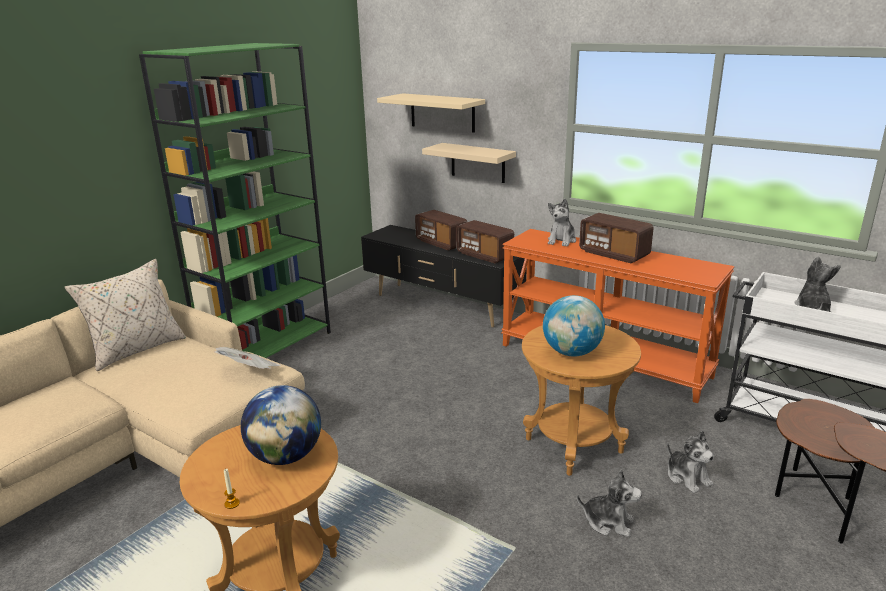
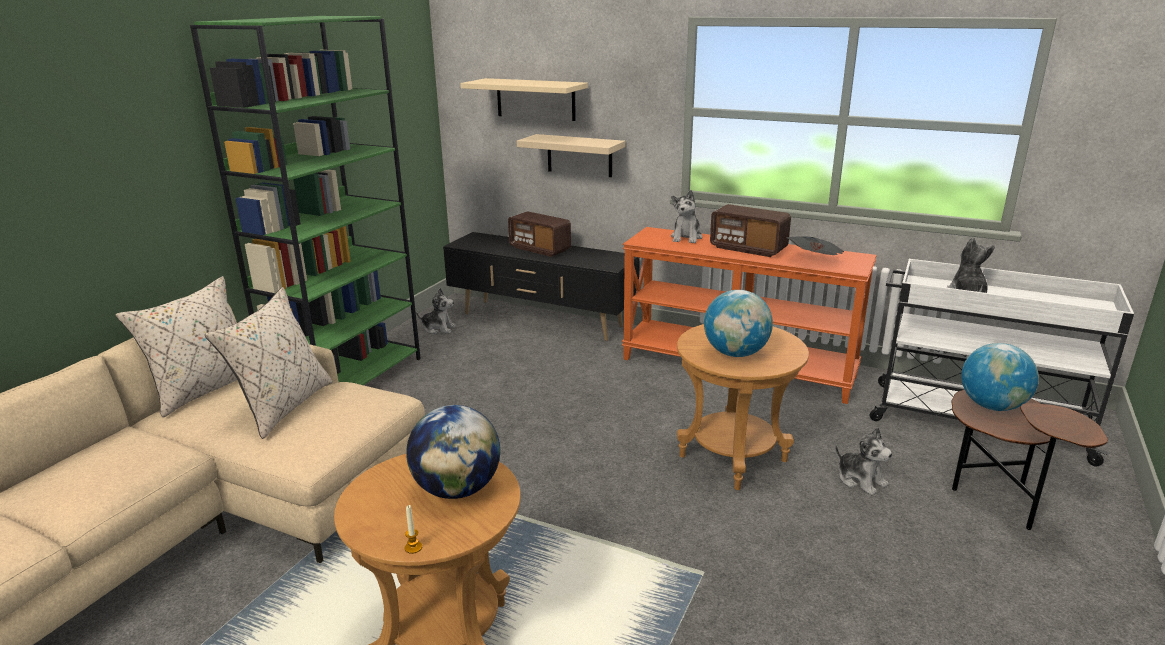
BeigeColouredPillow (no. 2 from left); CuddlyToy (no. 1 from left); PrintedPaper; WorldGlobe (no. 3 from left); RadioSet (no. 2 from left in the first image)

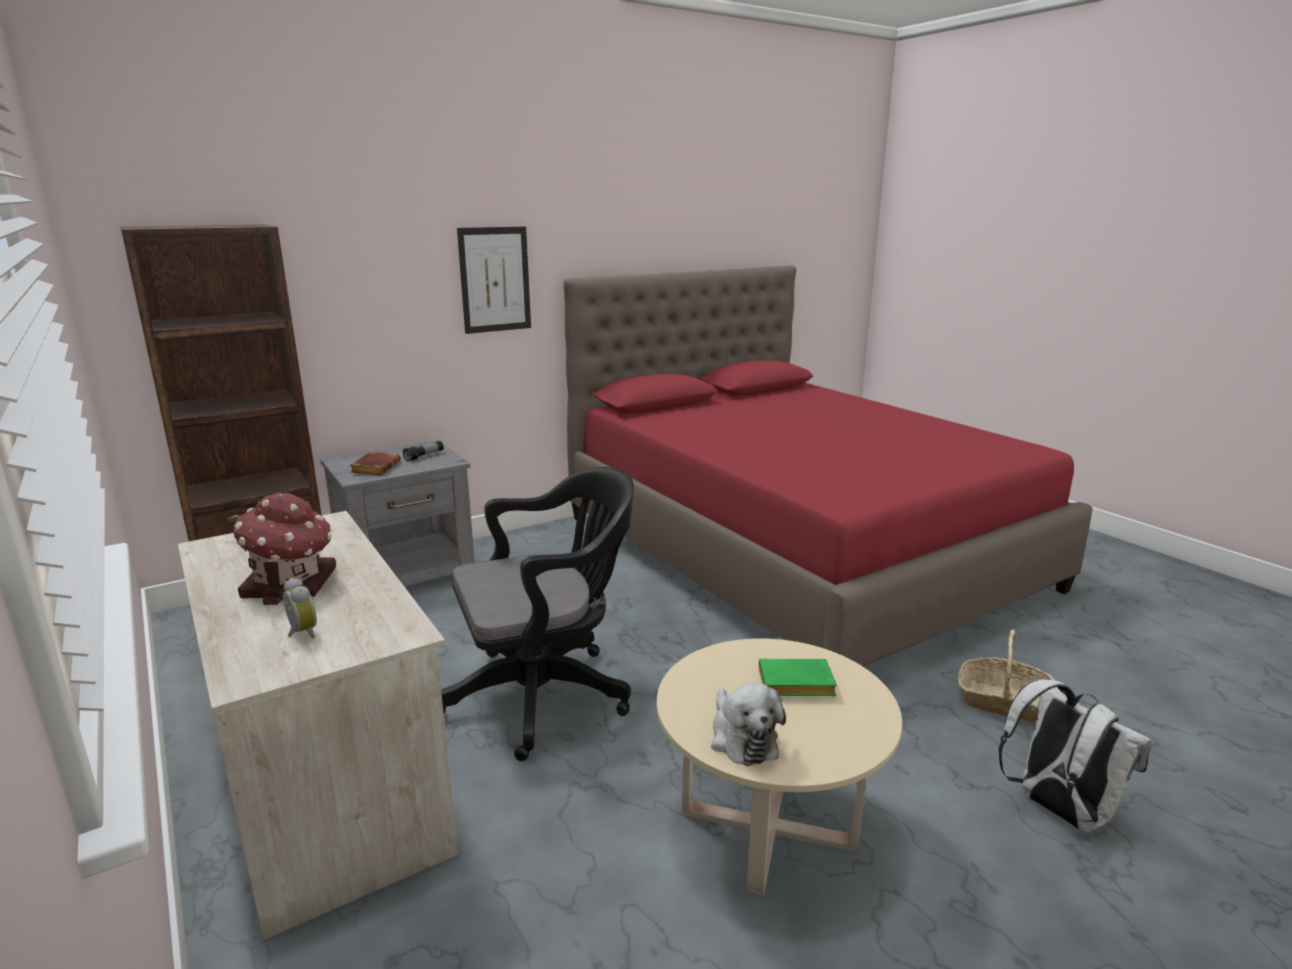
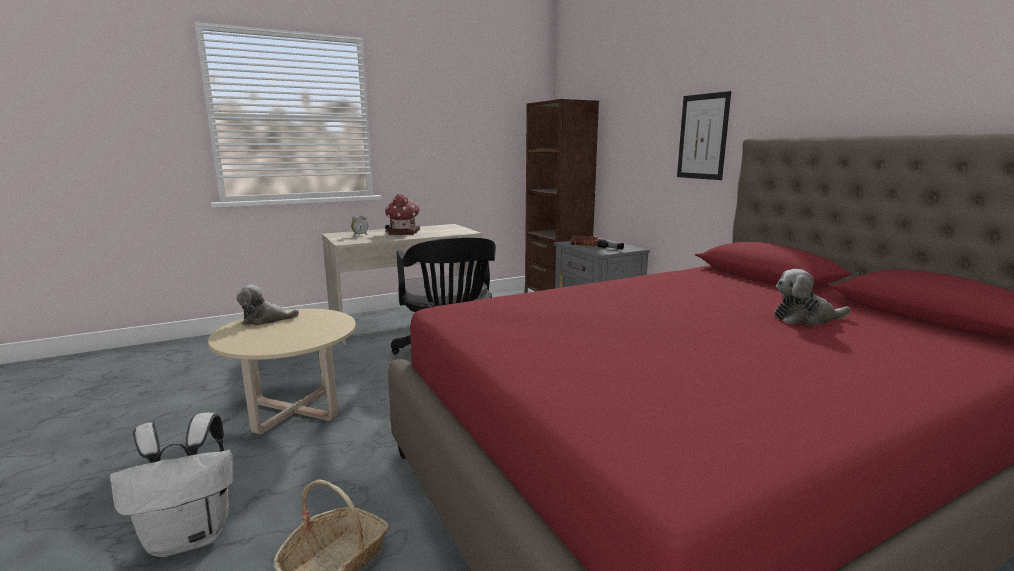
CuddlyToy (no. 2 from left); GreenBoundBook

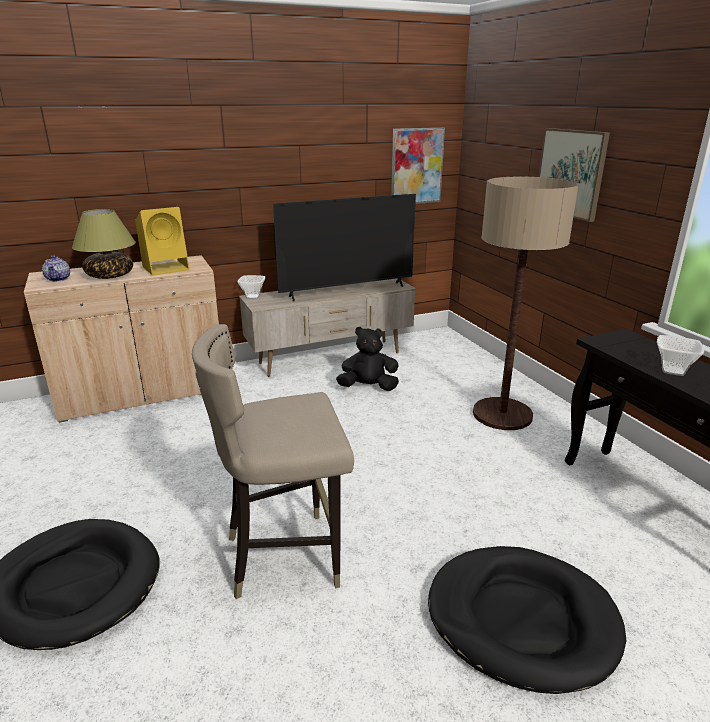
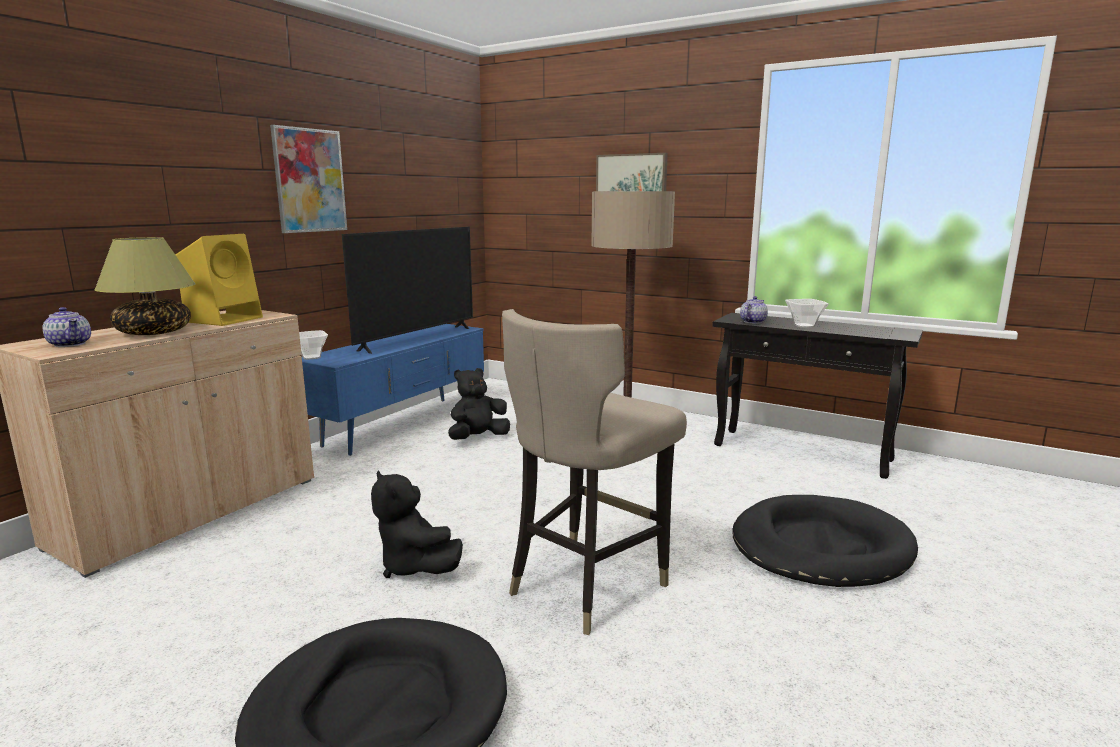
WallPicture (no. 1 from left); BlueColouredTvUnit; BlackishCuddlyToy (no. 1 from left); TeaPot (no. 2 from left)

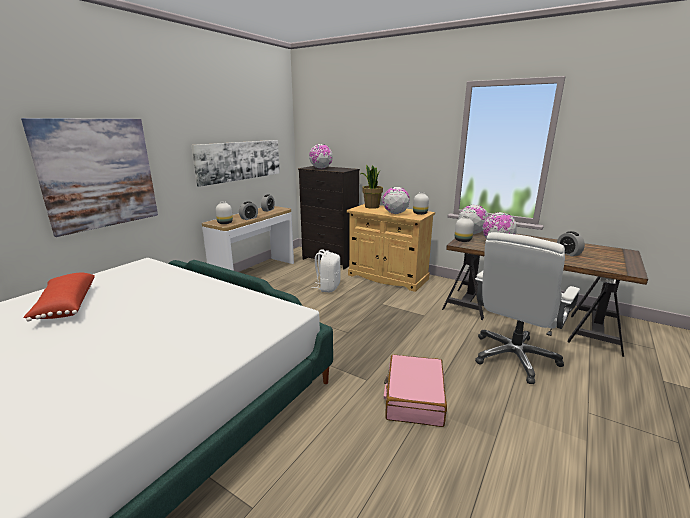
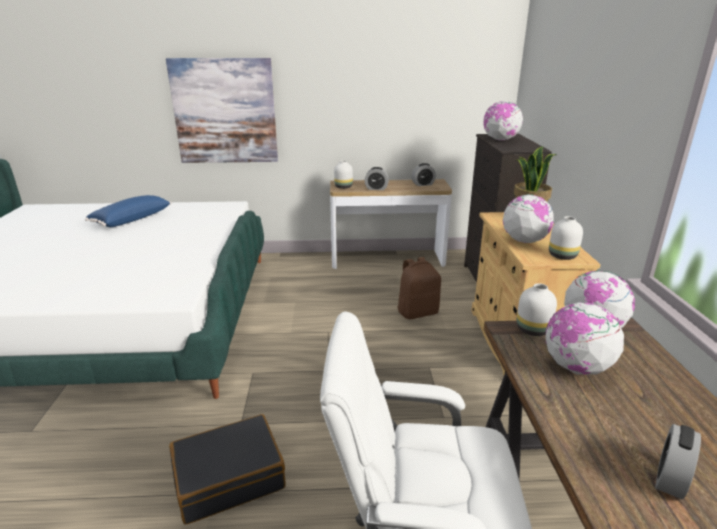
BlueColouredPillow; BlackishPieceOfLuggage; BrownishBackpack; WallPicture (no. 2 from left in the first image)

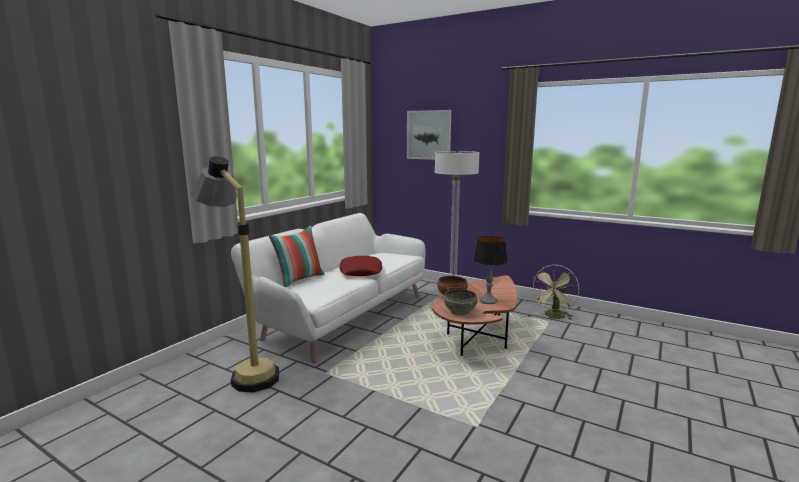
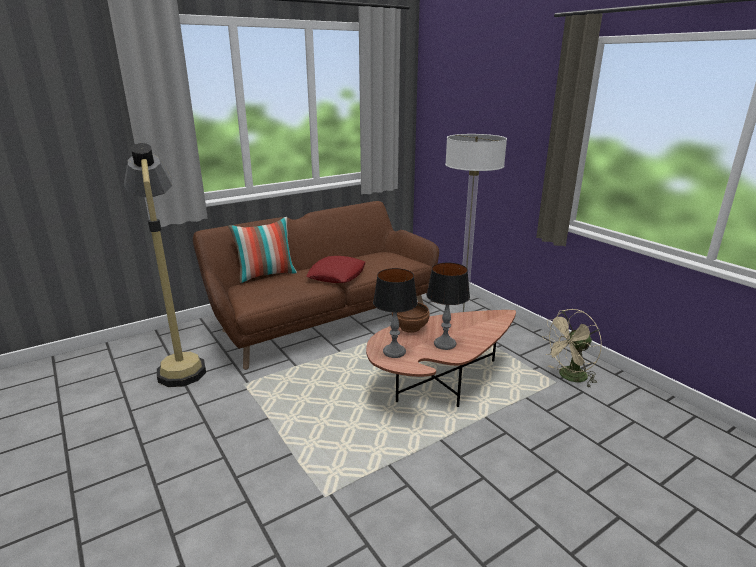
BrownishSofa; TabletopLamp (no. 1 from left); WallPicture

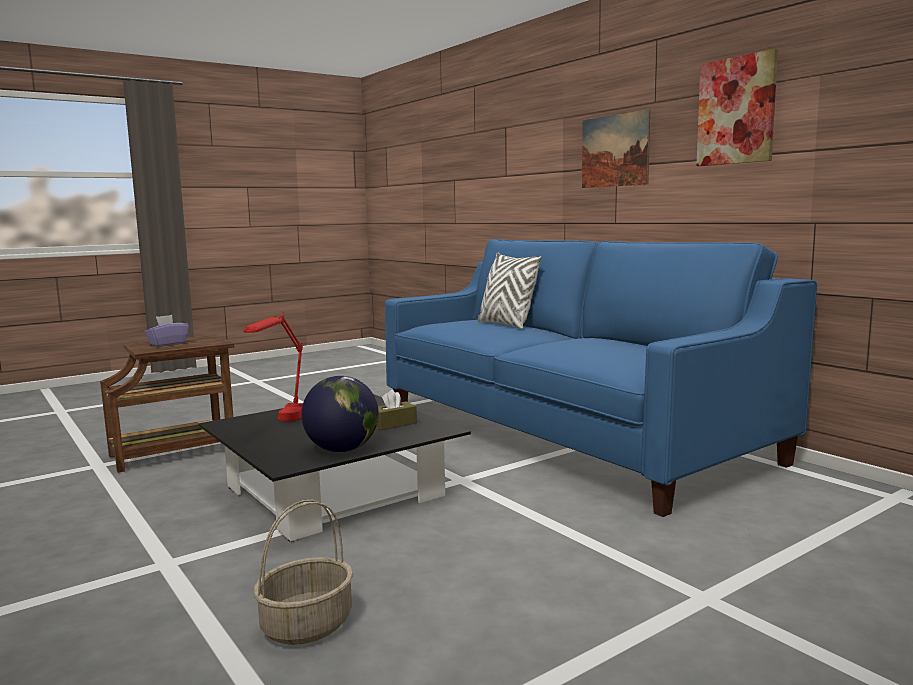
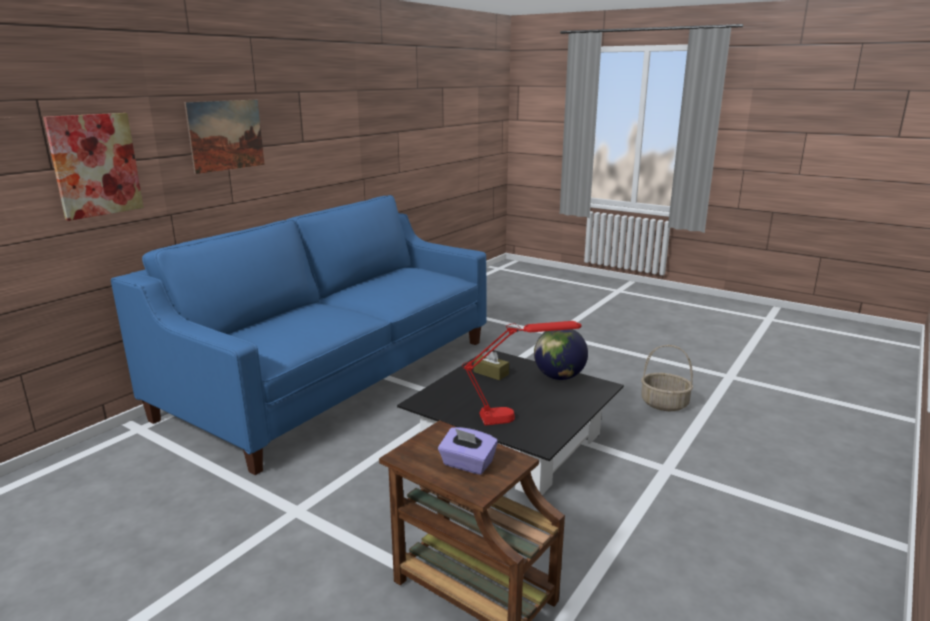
WallPicture (no. 1 from left); WhiteColouredPillow

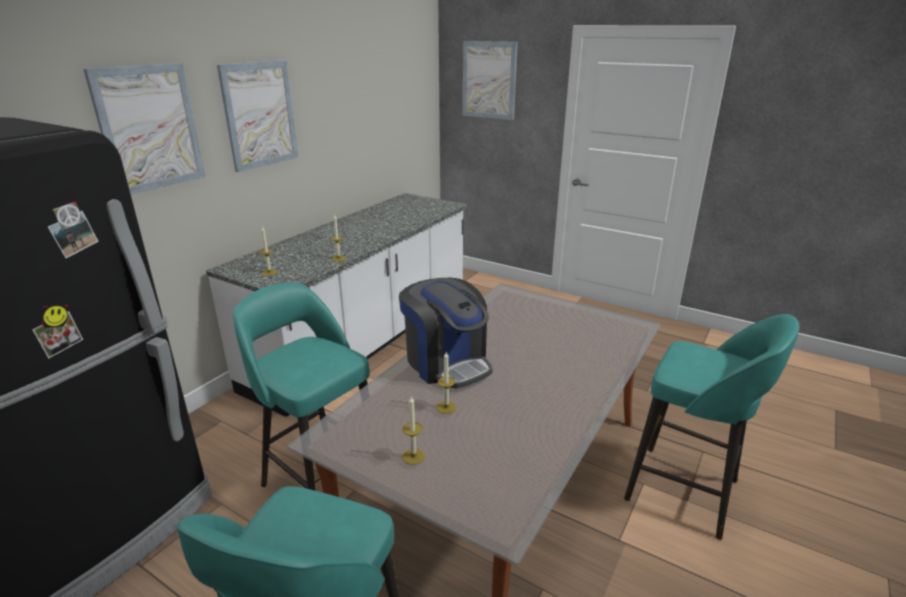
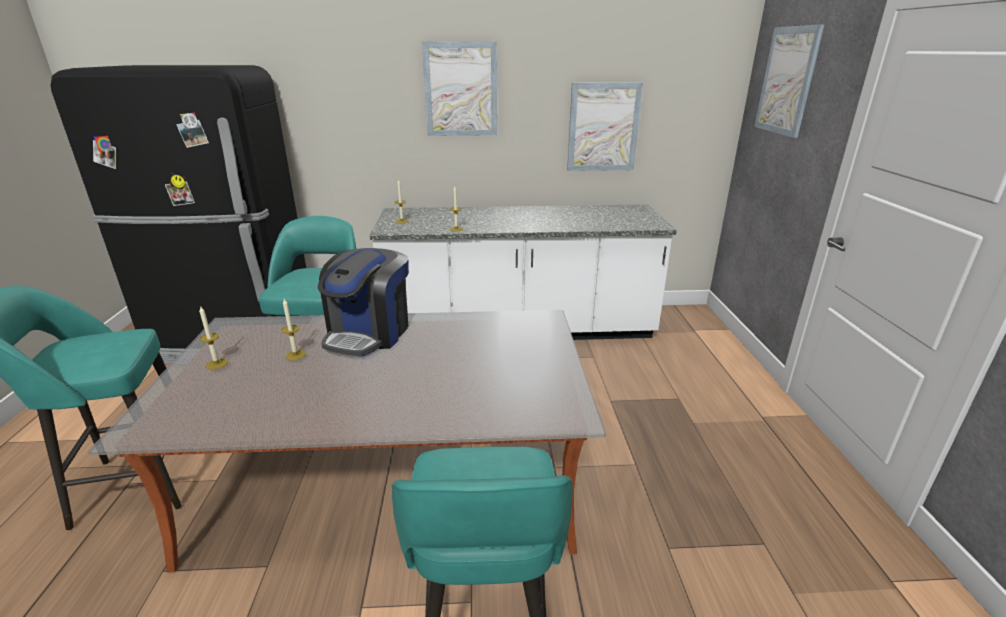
WallPicture (no. 2 from left)

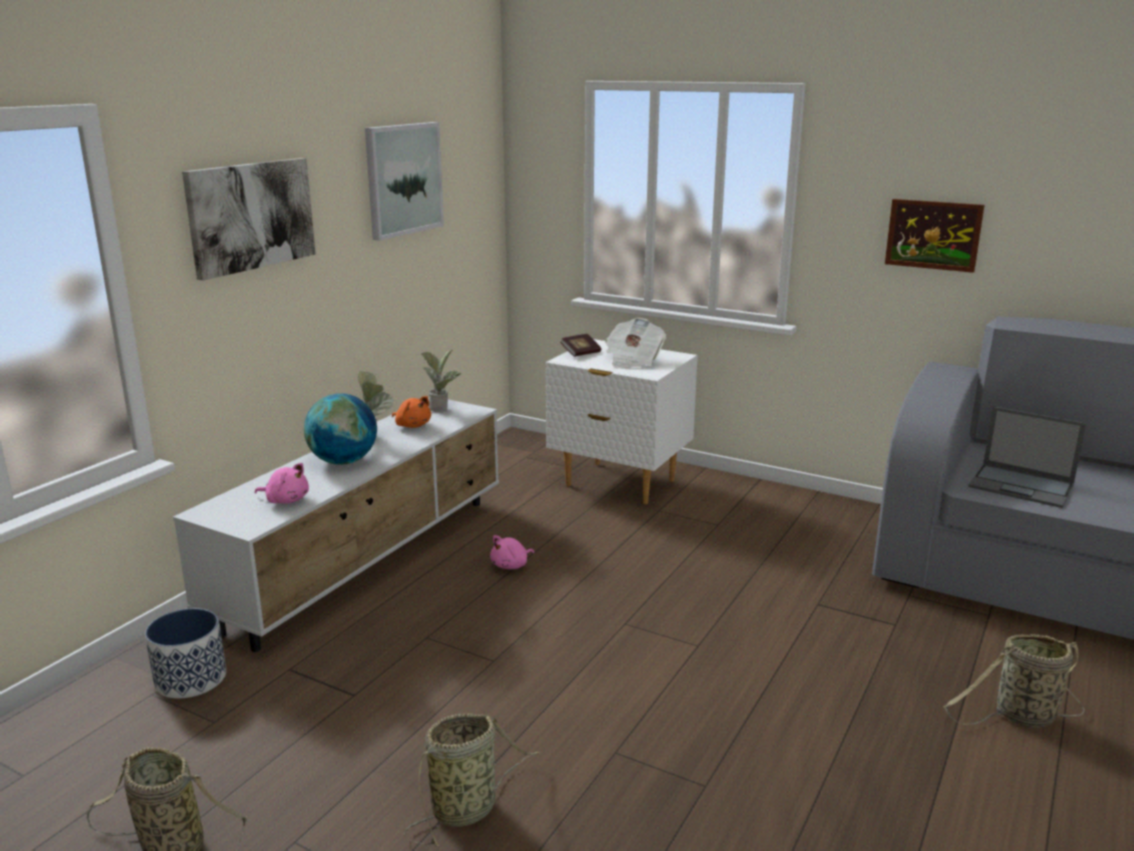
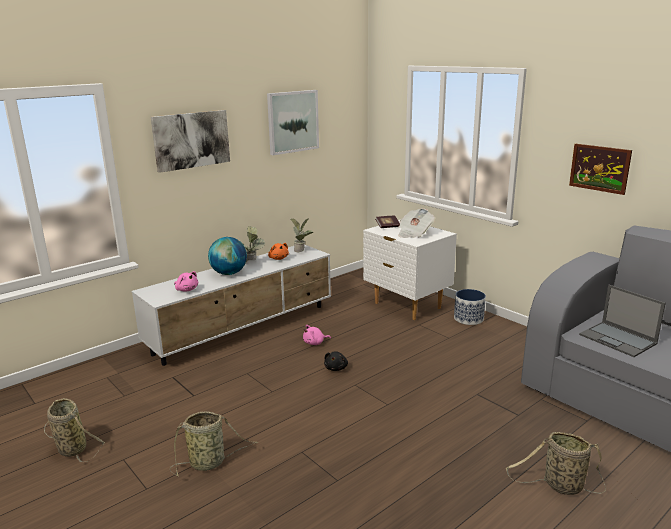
BlackishCuddlyToy; FlowerPot

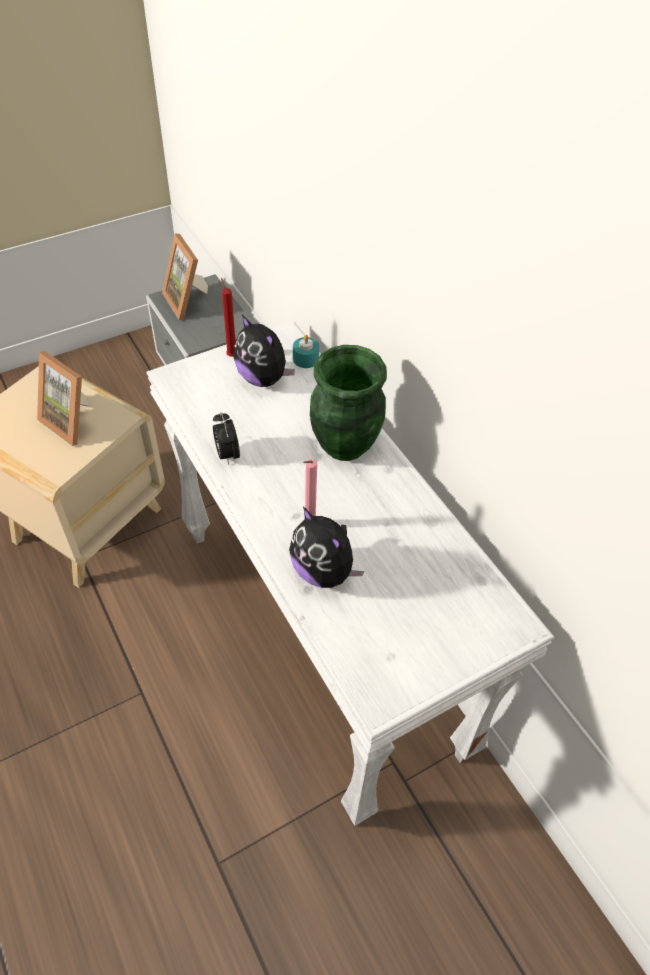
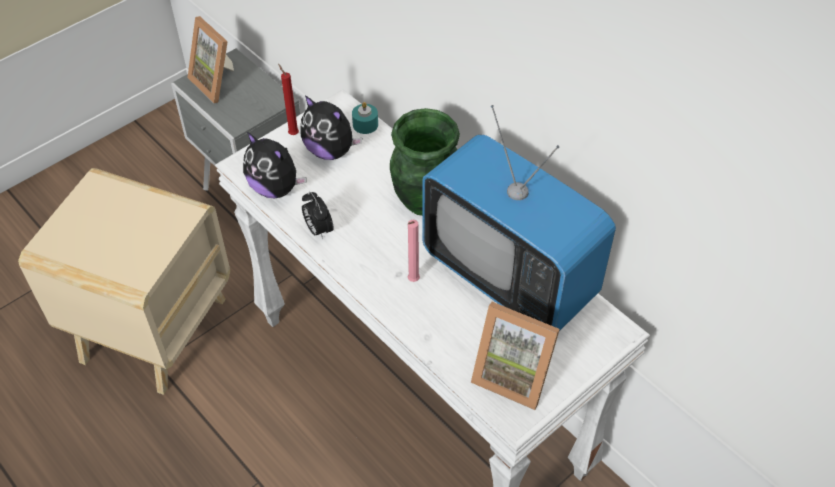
CuddlyToy (no. 1 from left); TvSet; PhotoFrame (no. 2 from left)

